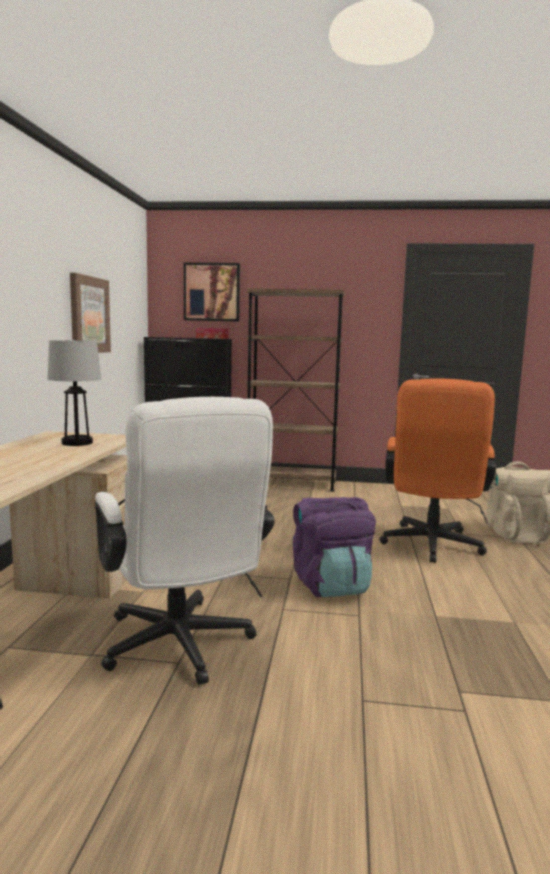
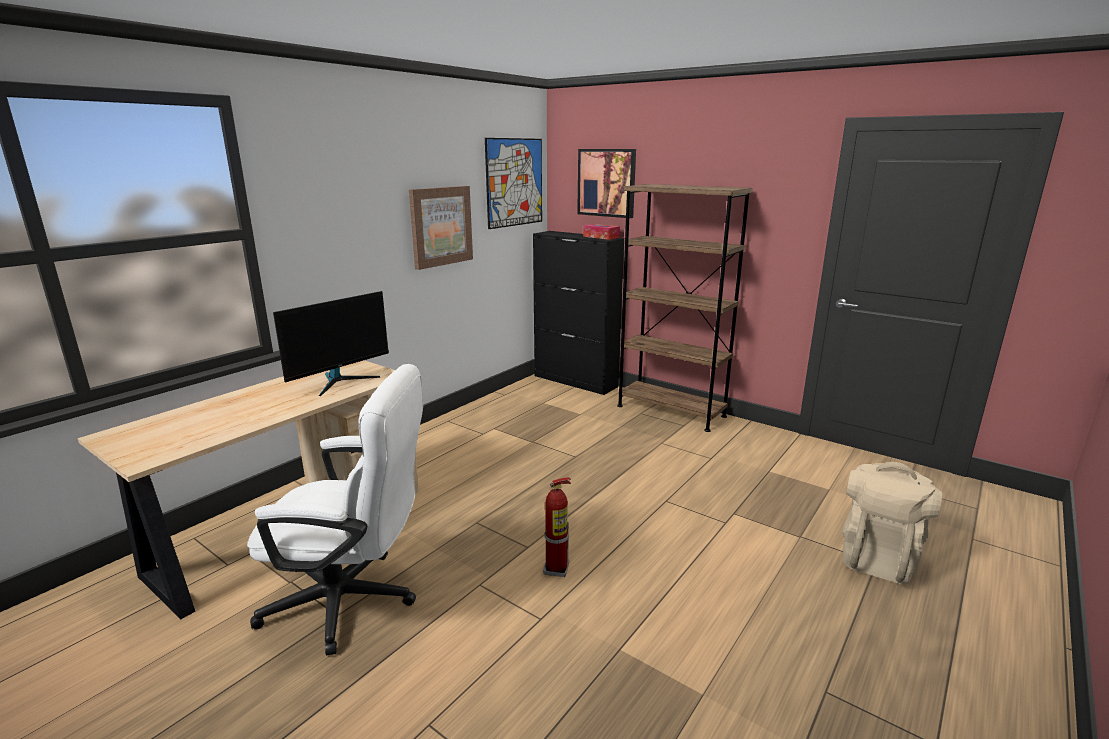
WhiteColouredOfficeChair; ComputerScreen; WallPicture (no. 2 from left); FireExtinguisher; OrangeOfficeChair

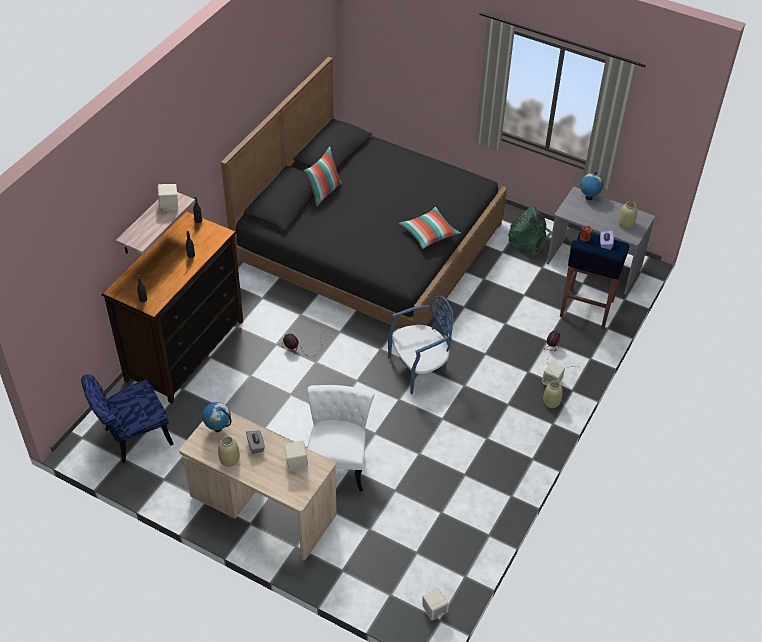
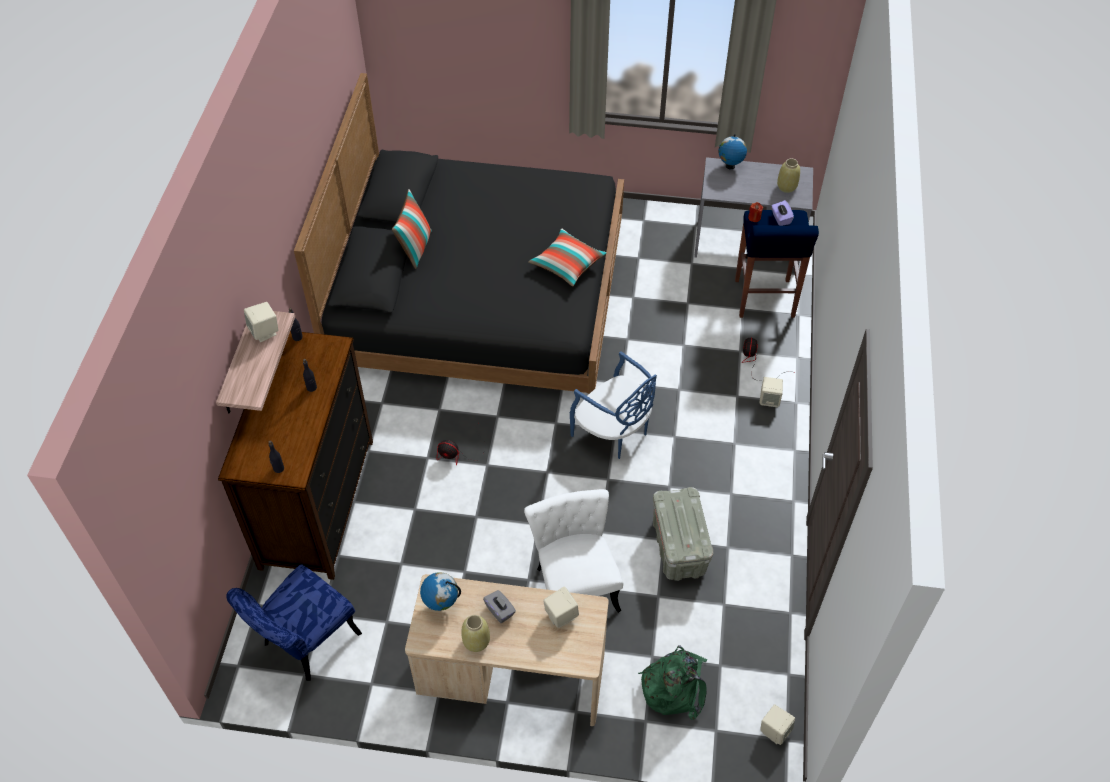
BlueColouredPlainChair (no. 2 from left); GreenBackpack; GreyishStorageContainer; BeigeColouredDecorativeVase (no. 2 from left in the first image)

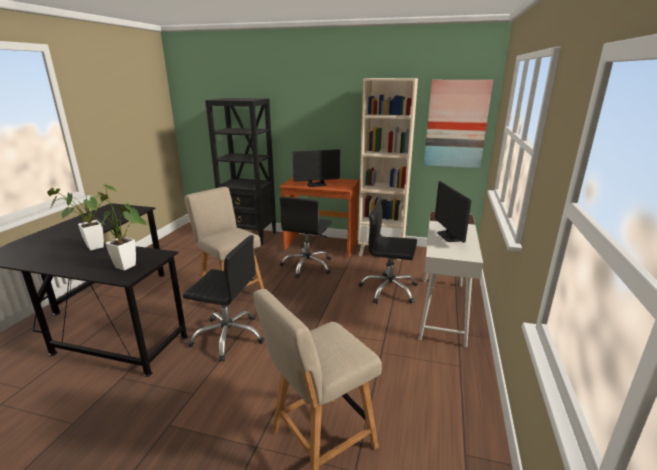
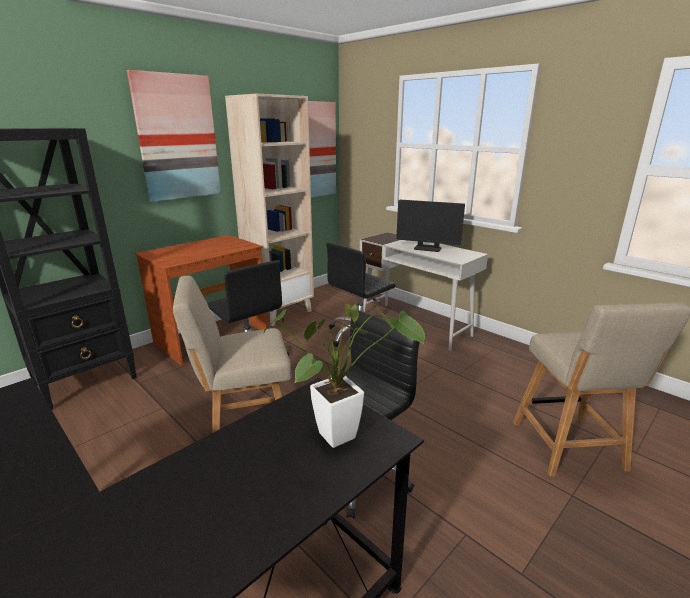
WallPicture (no. 1 from left); Houseplant (no. 1 from left in the first image); ComputerScreen (no. 1 from left in the first image)

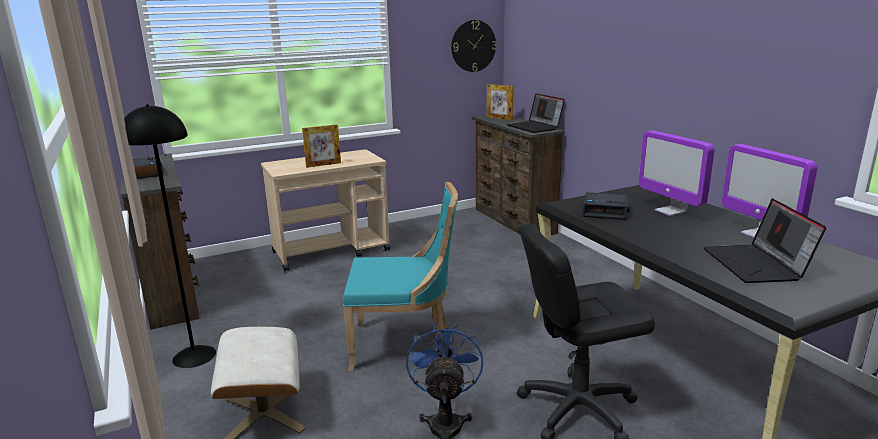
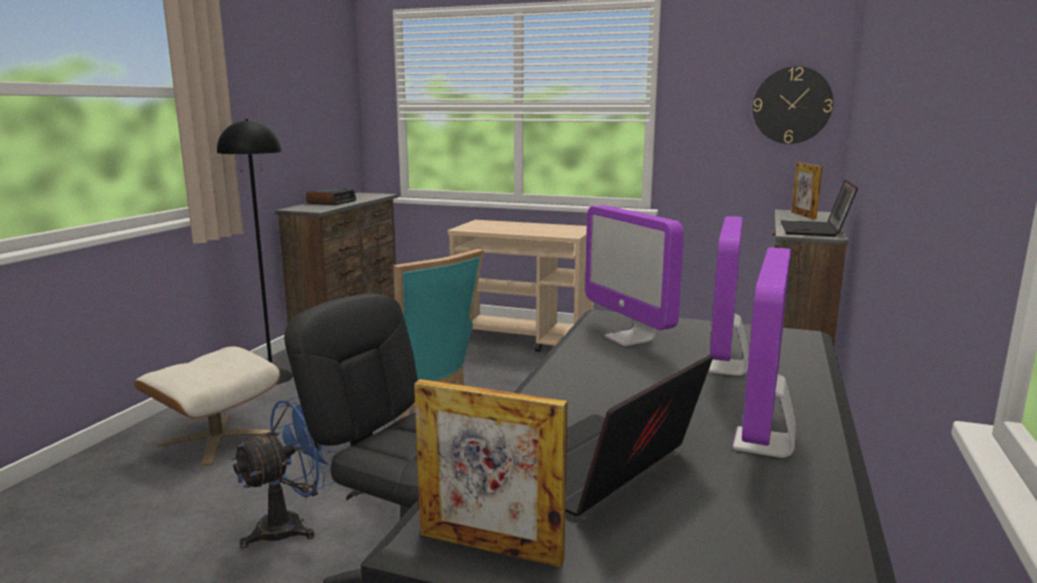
PhotoFrame (no. 1 from left); ComputerScreen (no. 1 from left)

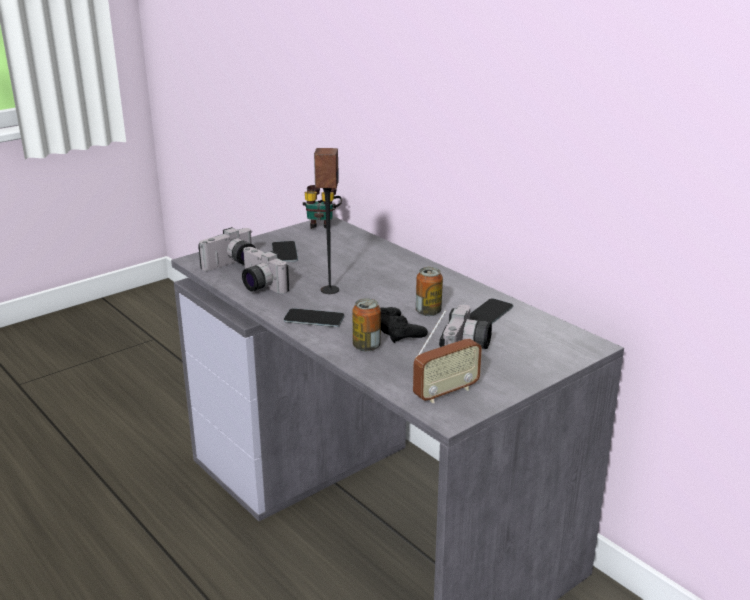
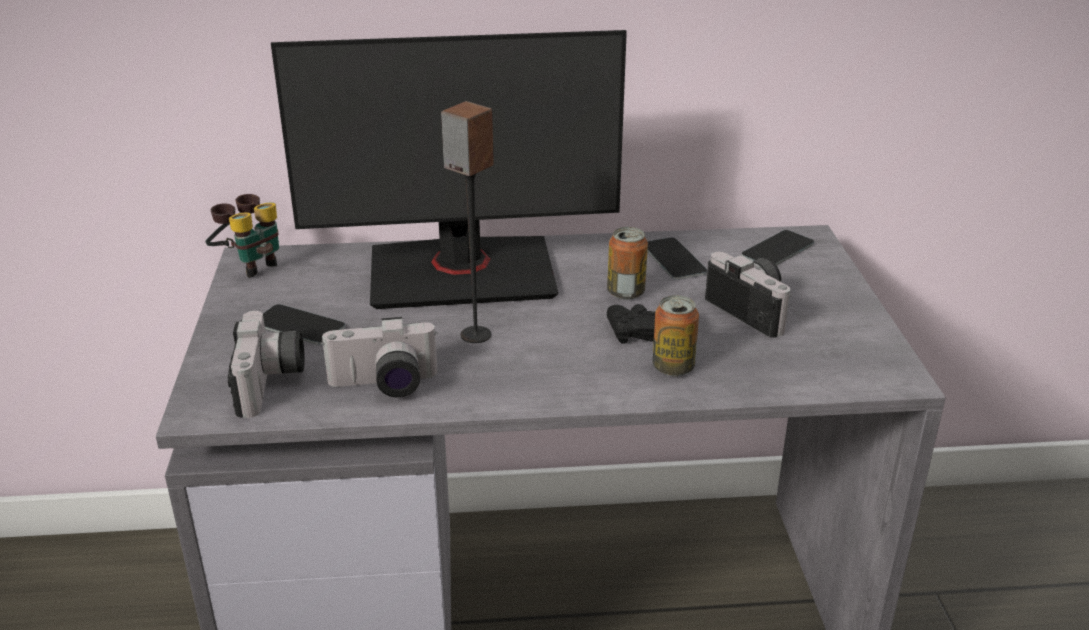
ComputerScreen; Phone (no. 3 from left); RadioSet

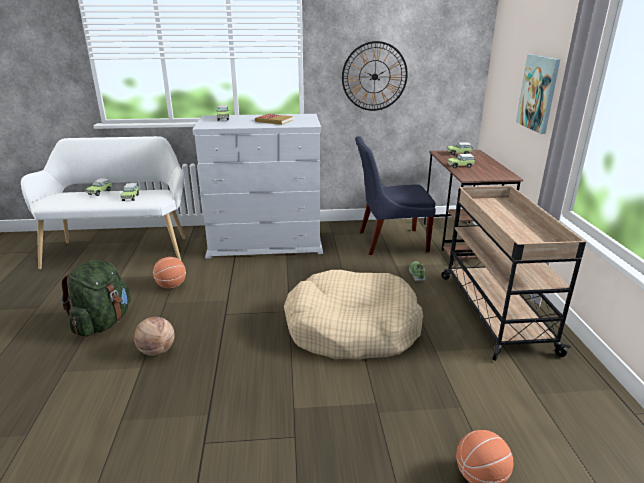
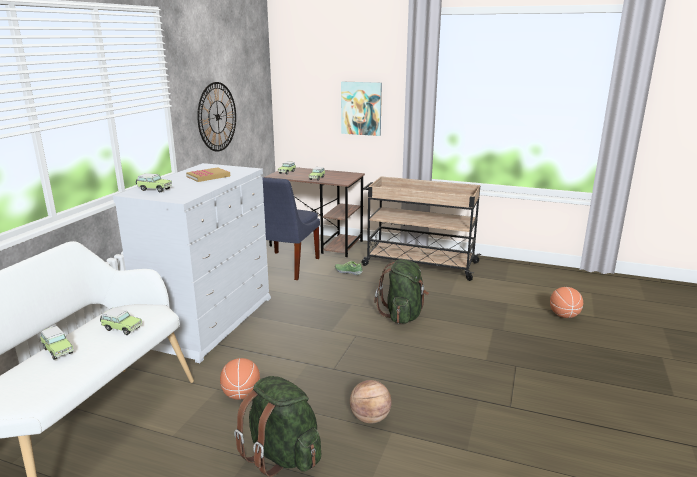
GreenBackpack (no. 2 from left)

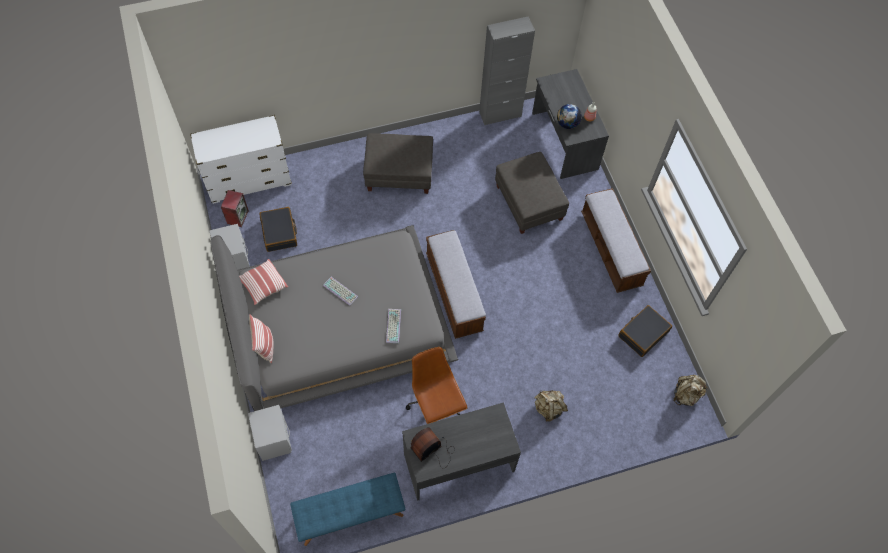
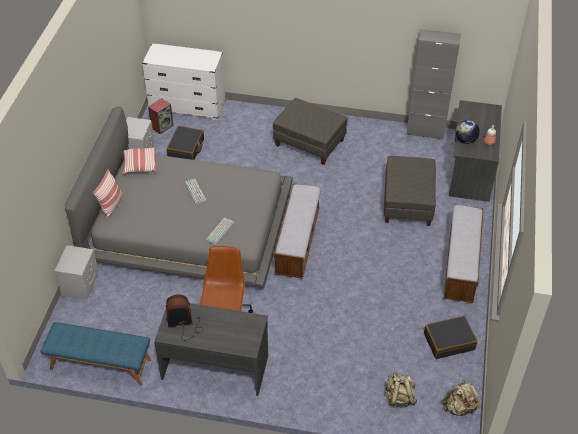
BeigeColouredBackpack (no. 1 from left)

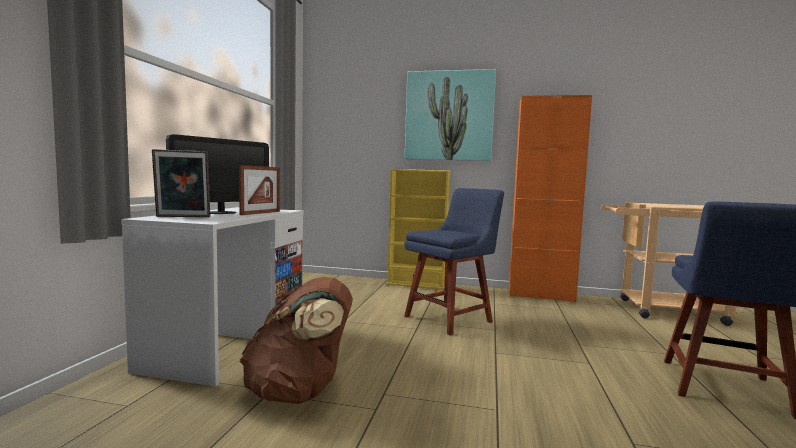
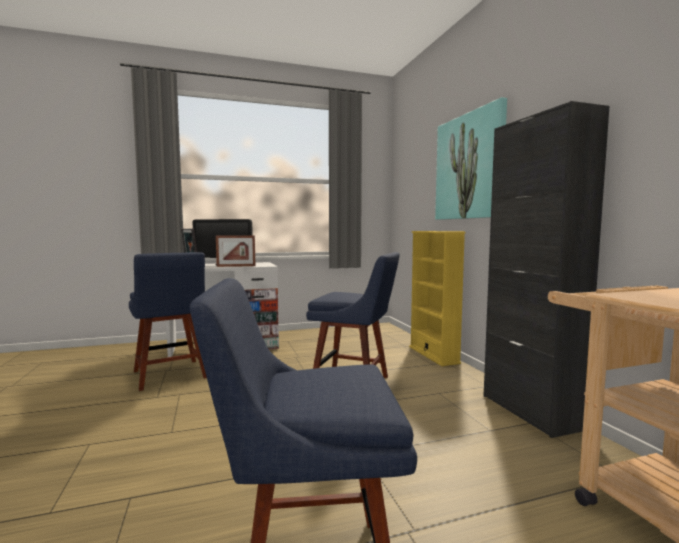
BlueColouredPlainChair (no. 1 from left); BlackishCabinet

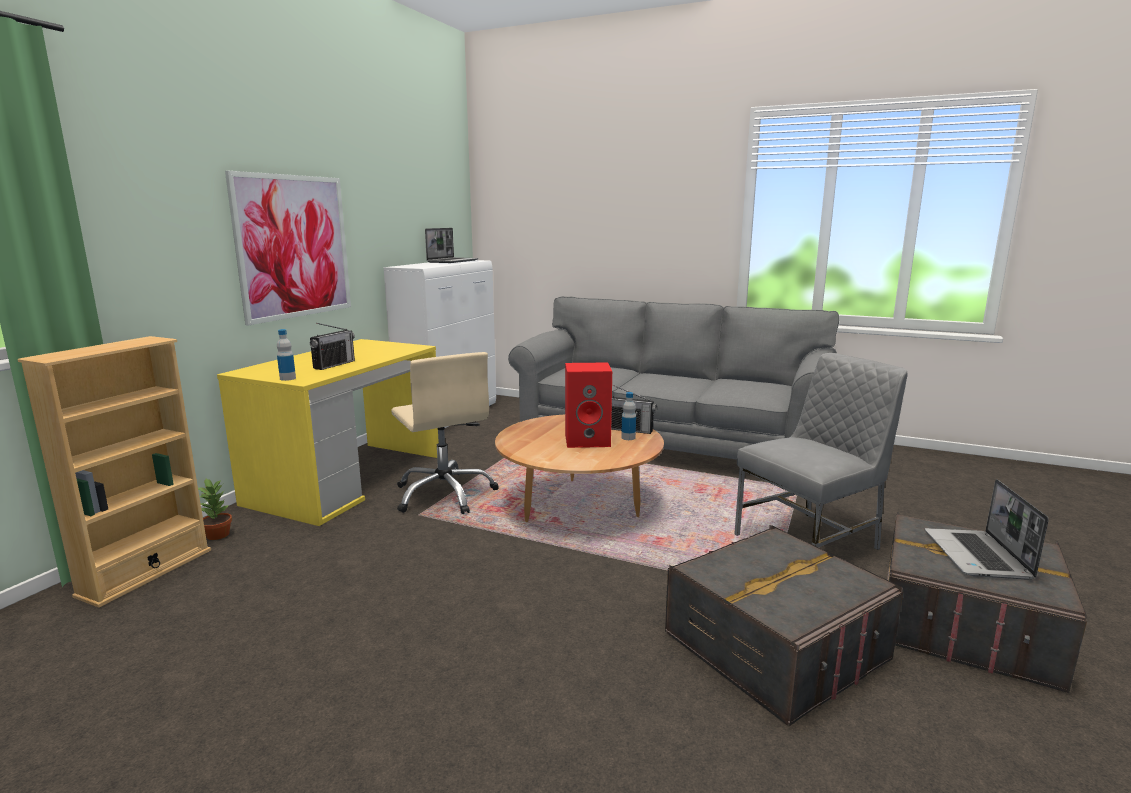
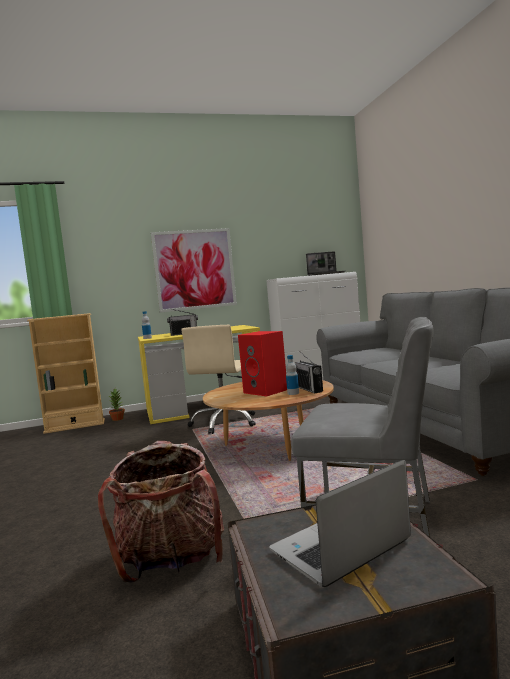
Backpack

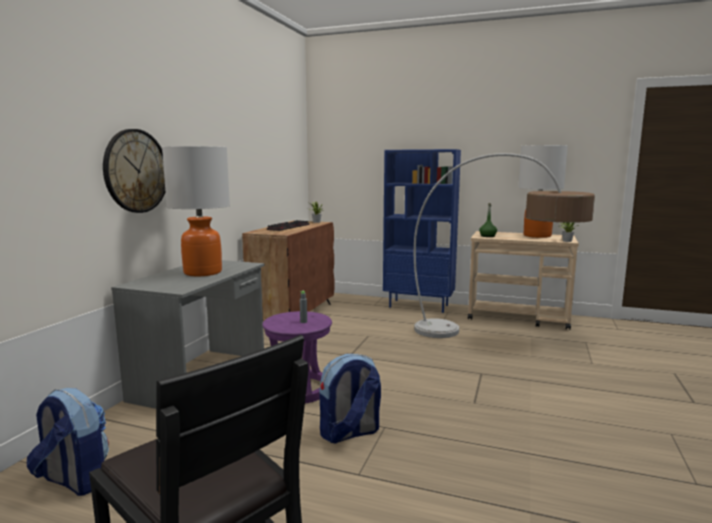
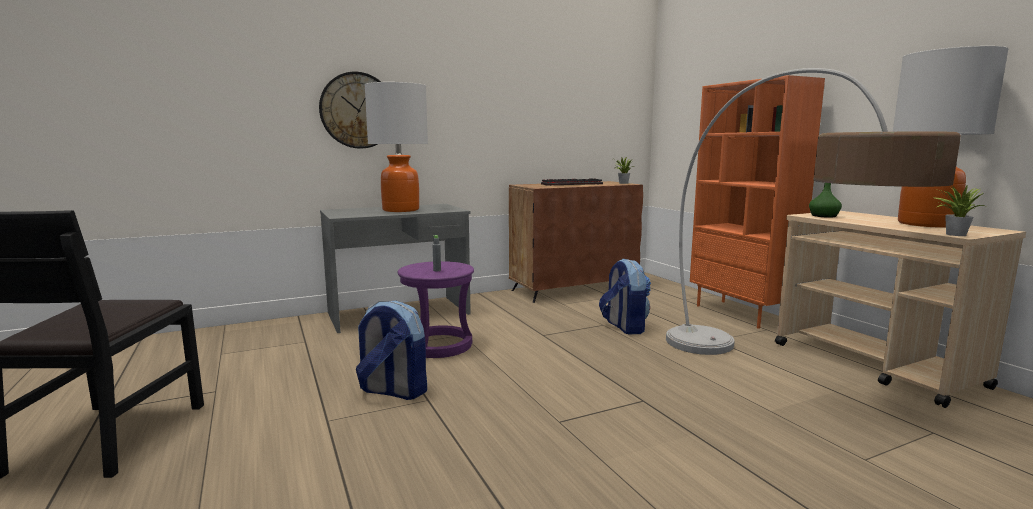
Backpack (no. 2 from left); OrangeBookshelf

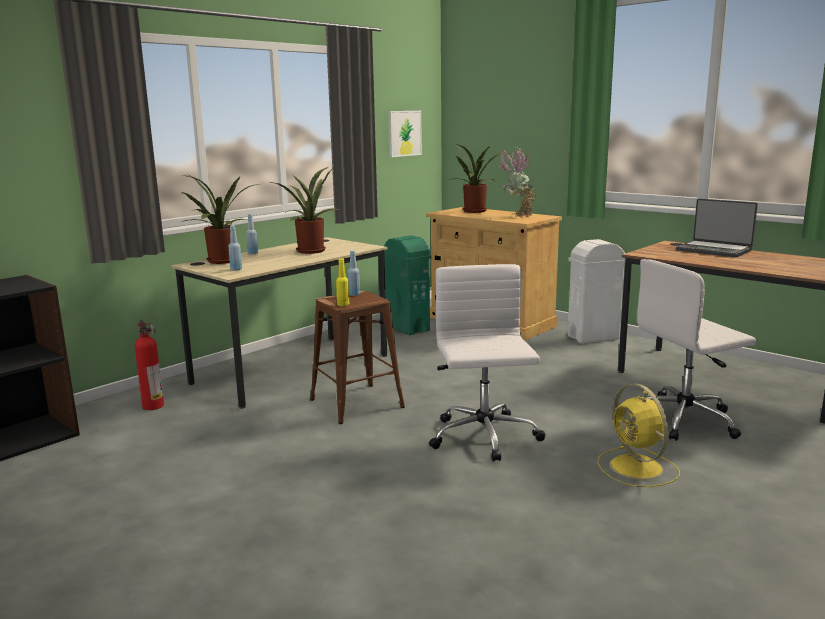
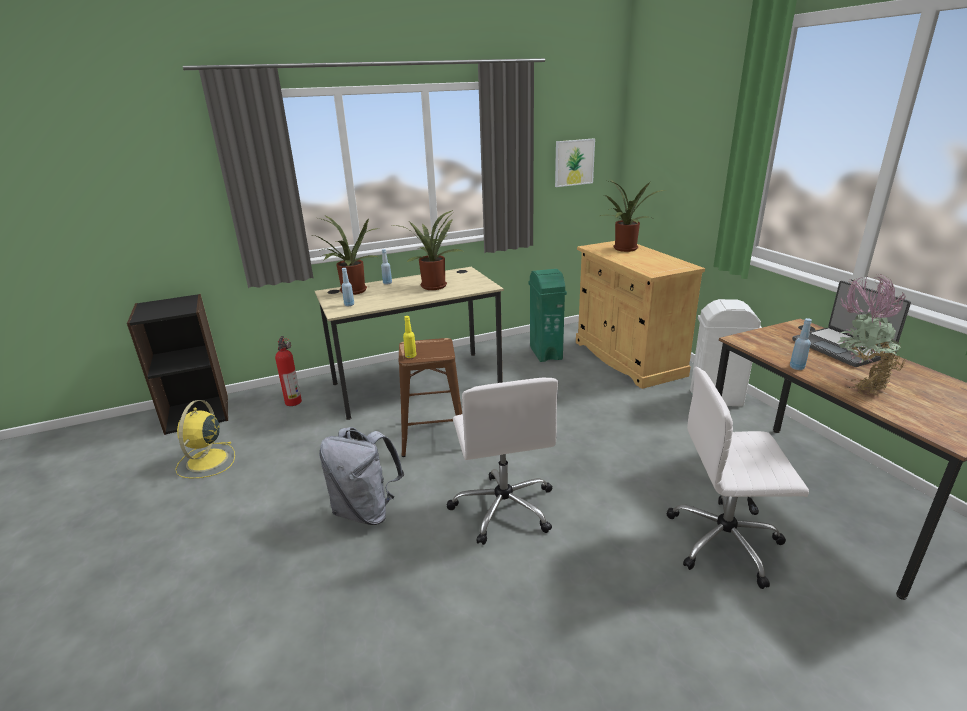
YellowColouredCoolingFan; GreyishBackpack; WhiteColouredOfficeChair (no. 1 from left); BlueColouredBeverageBottle (no. 3 from left); Houseplant (no. 4 from left)

